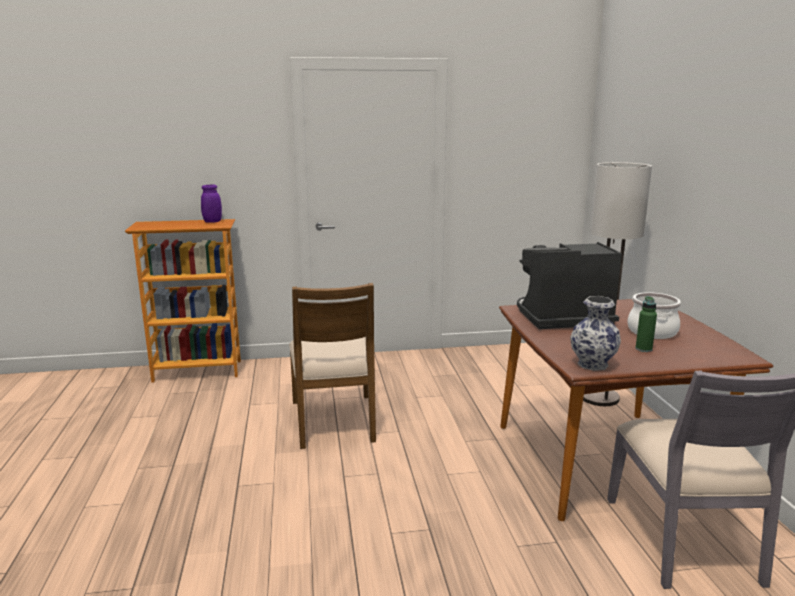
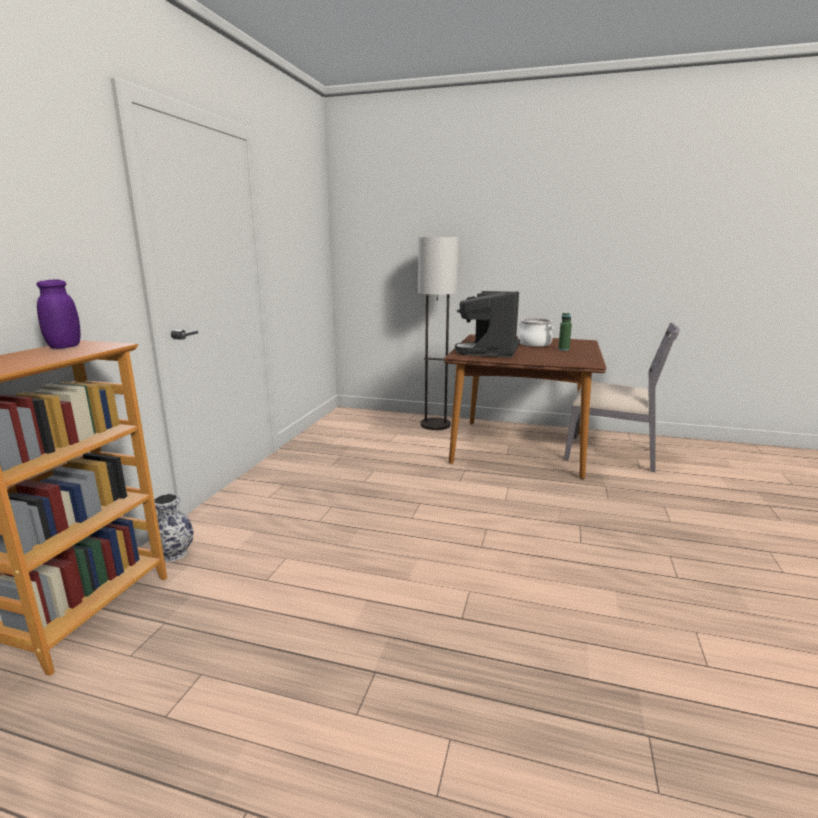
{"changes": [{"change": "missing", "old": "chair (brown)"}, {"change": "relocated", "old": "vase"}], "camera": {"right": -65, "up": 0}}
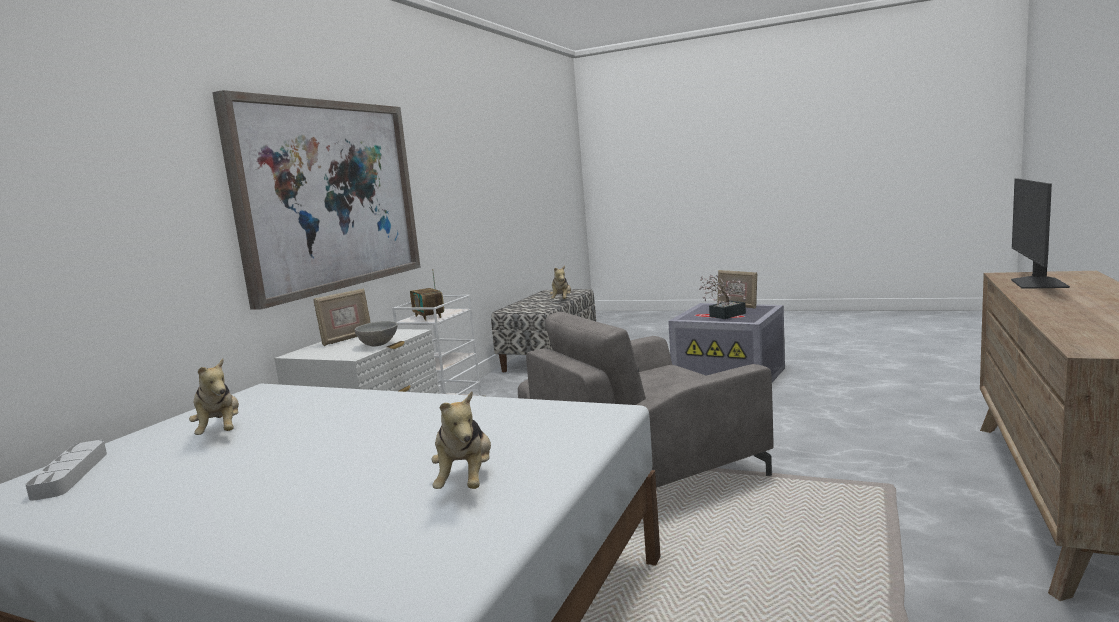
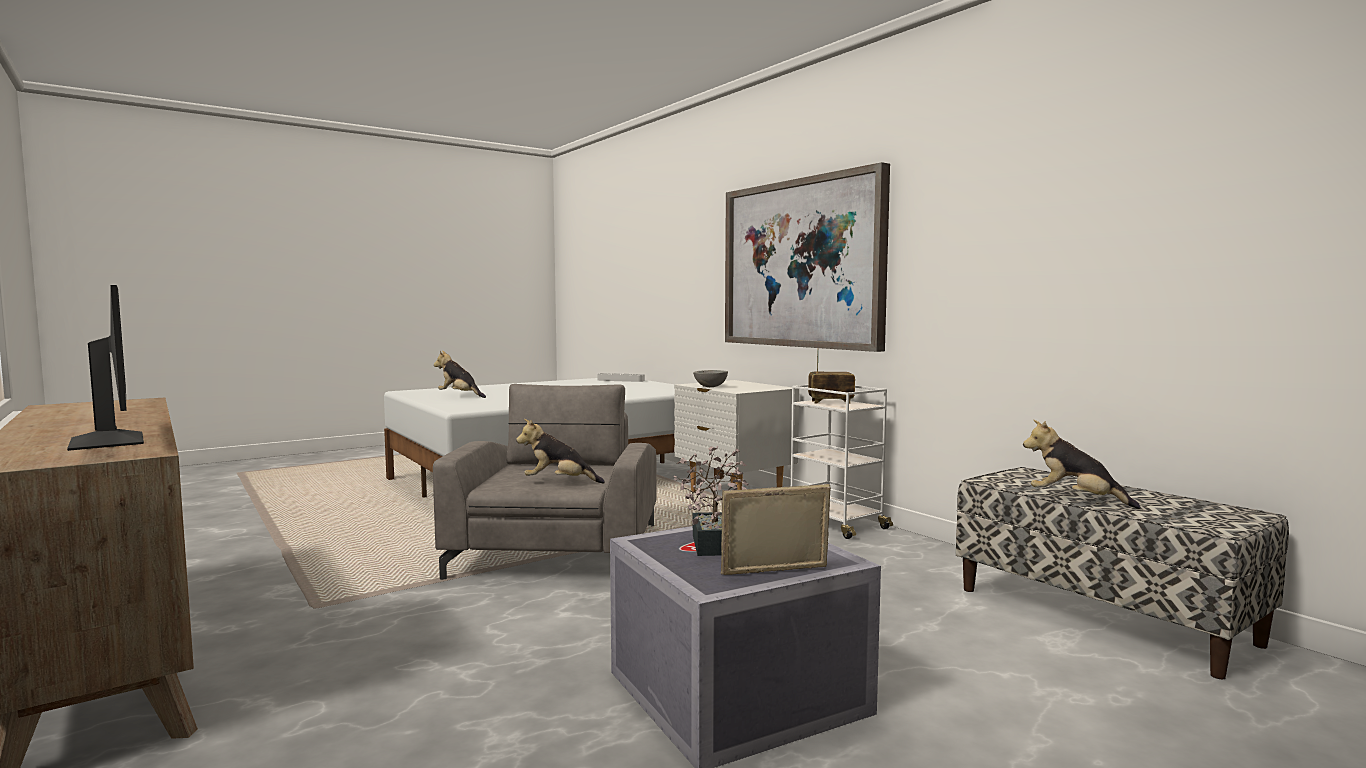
{"changes": [{"change": "missing", "old": "picture frame (no. 1 from left)"}, {"change": "relocated", "old": "plush toy (no. 1 from left in the first image)", "new": "plush toy (no. 2 from left)"}], "camera": {"right": 120, "up": -5}}
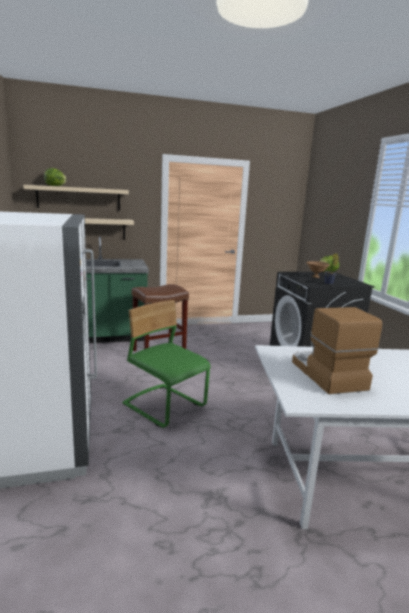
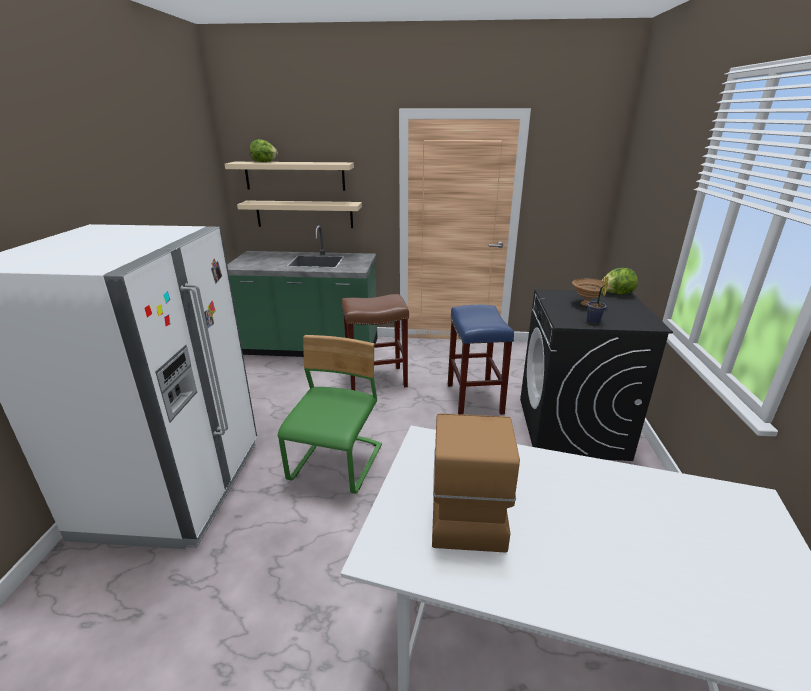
{"changes": [{"change": "spun", "old": "chair (green)", "degrees": 45}, {"change": "appeared", "new": "stool (blue)"}], "camera": {"right": 20, "up": 10}}
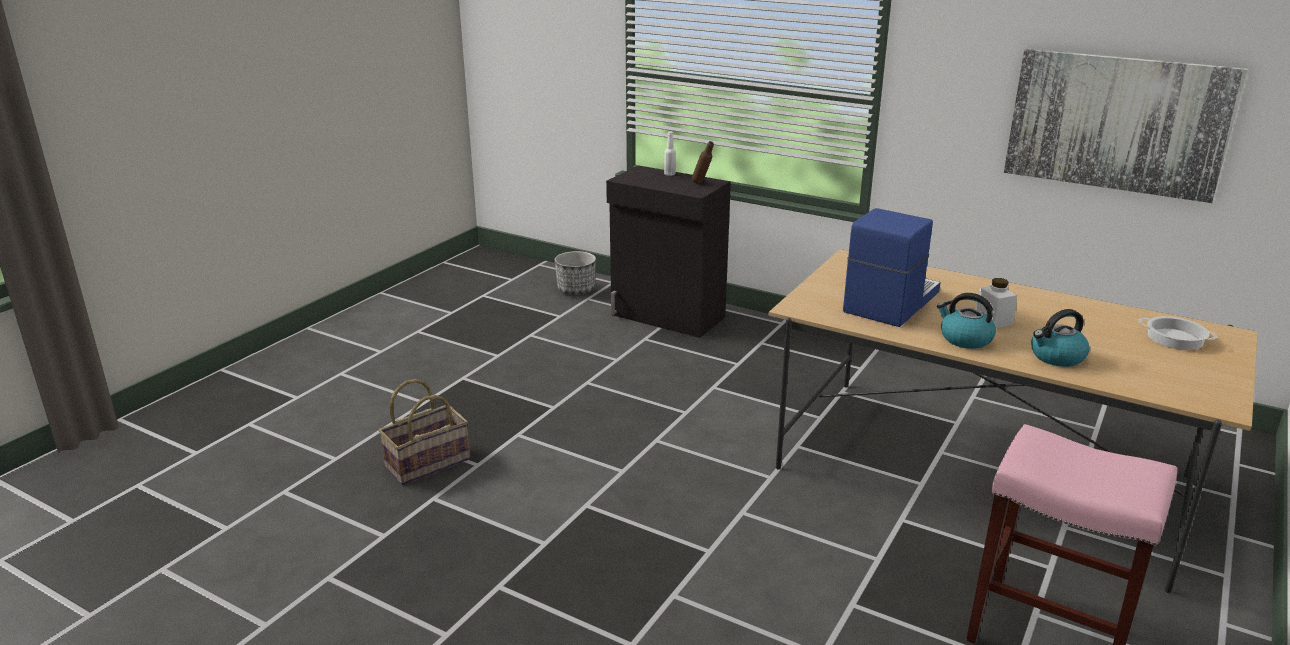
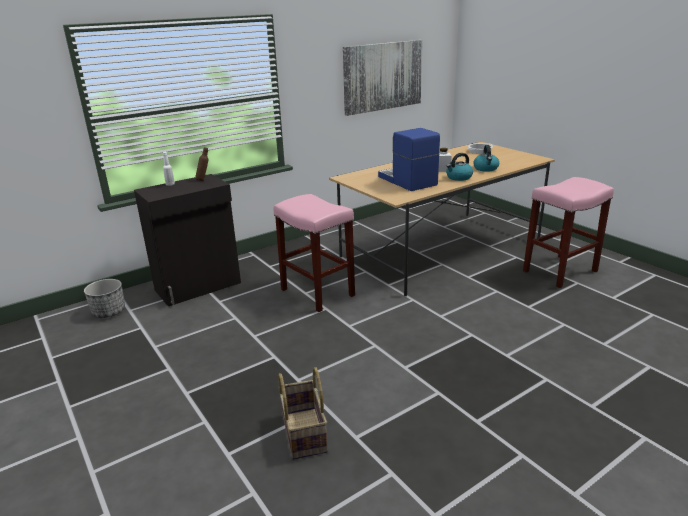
{"changes": [{"change": "appeared", "new": "stool (pink) (no. 1 from left)"}], "camera": {"right": -65, "up": 0}}
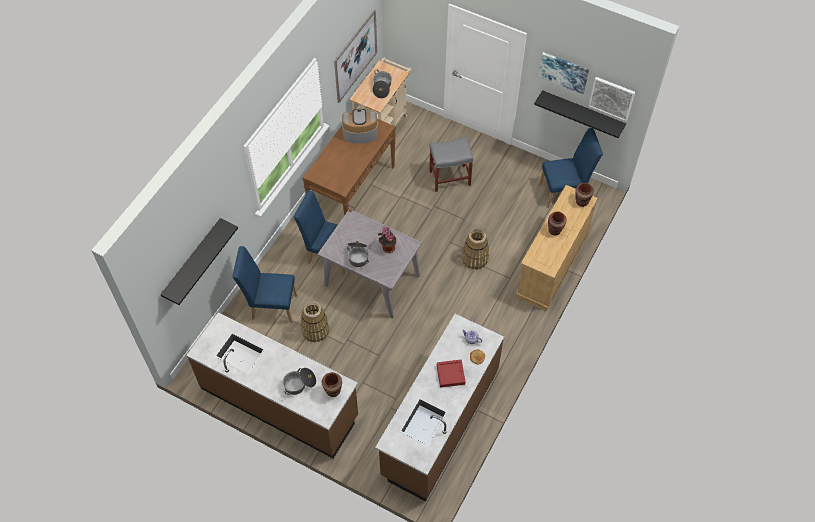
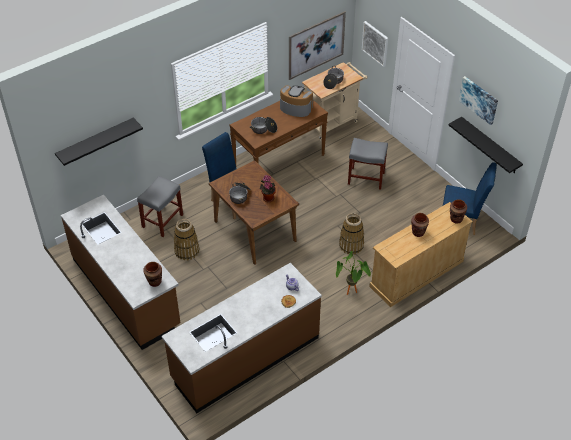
{"changes": [{"change": "relocated", "old": "picture (no. 3 from left in the first image)", "new": "picture (no. 2 from left)"}, {"change": "colour", "old": "dining table (grey)", "new": "dining table (brown)"}, {"change": "exchanged", "old": "chair (blue) (no. 1 from left)", "new": "stool (grey) (no. 1 from left)"}, {"change": "missing", "old": "tray (red)"}, {"change": "relocated", "old": "cooking pot (no. 1 from left in the first image)", "new": "cooking pot (no. 2 from left)"}, {"change": "appeared", "new": "potted plant (no. 2 from left)"}], "camera": {"right": 25, "up": -10}}
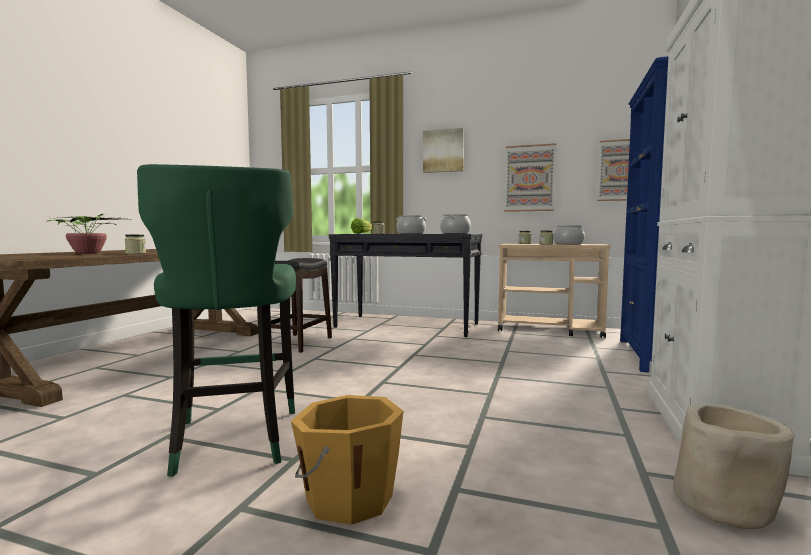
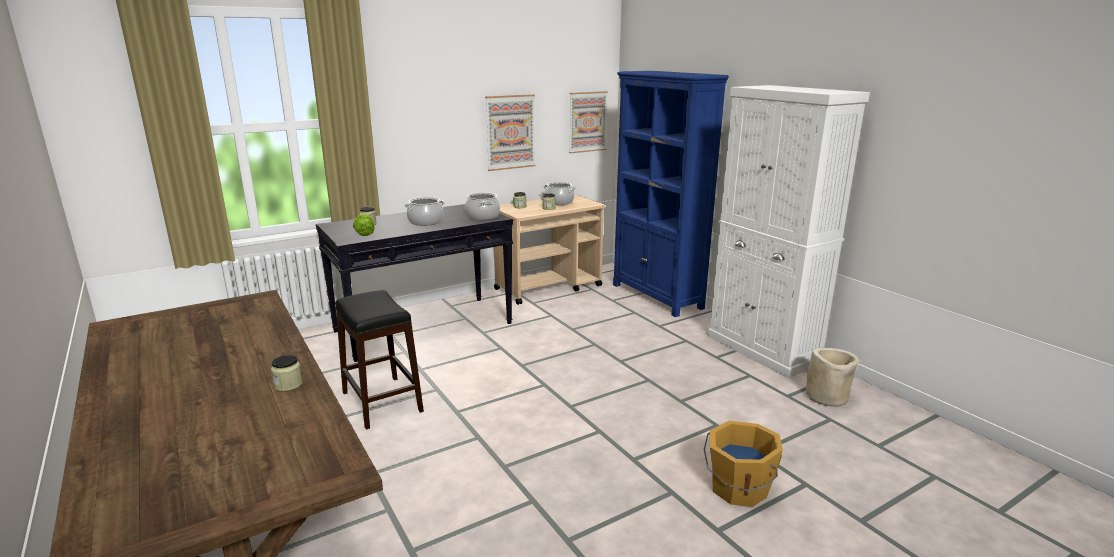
{"changes": [{"change": "missing", "old": "picture (no. 1 from left)"}, {"change": "missing", "old": "stool (green)"}, {"change": "missing", "old": "potted plant"}], "camera": {"right": -50, "up": 15}}
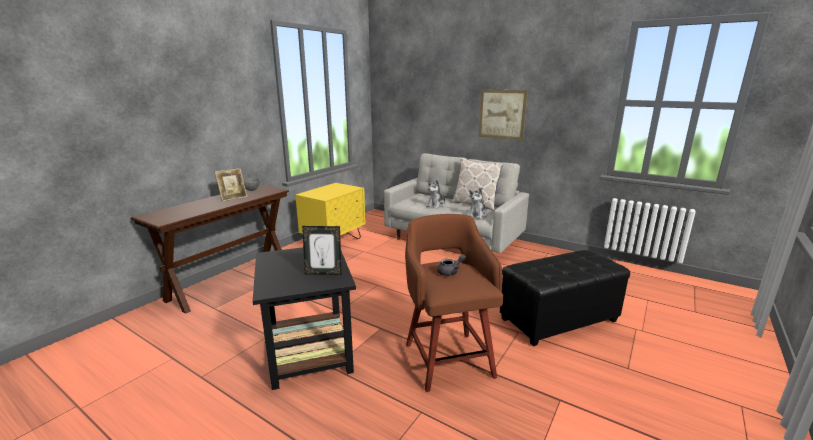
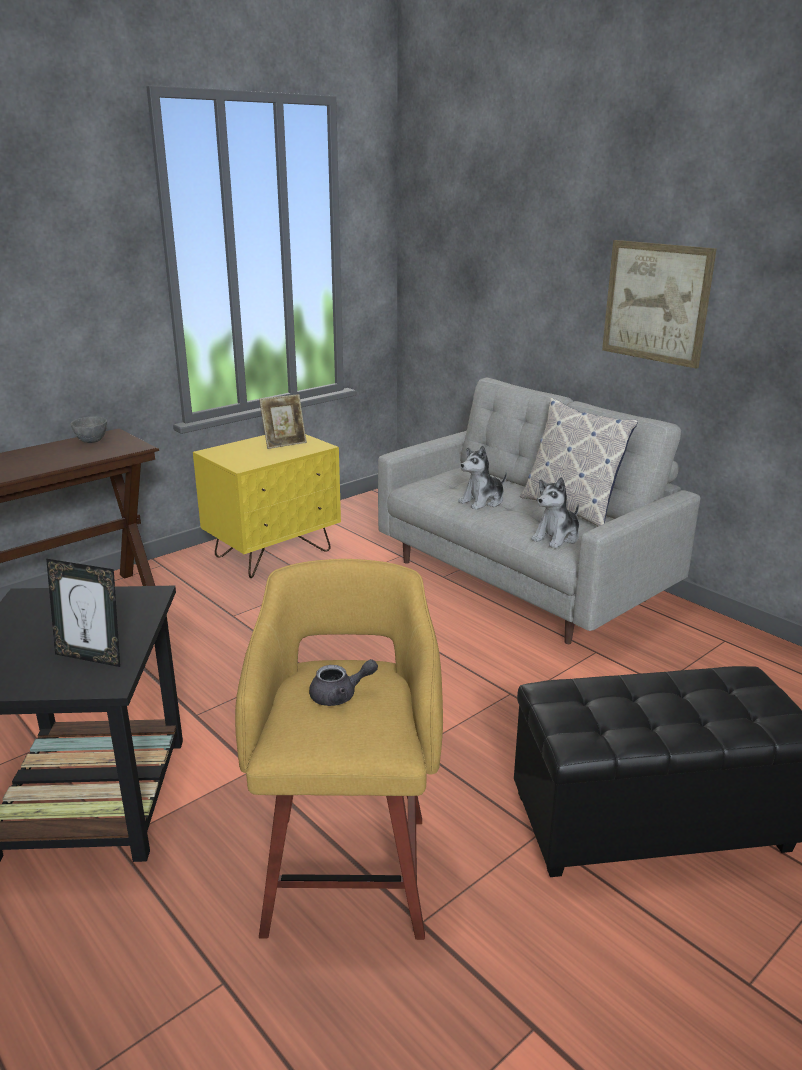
{"changes": [{"change": "relocated", "old": "picture frame (no. 1 from left in the first image)", "new": "picture frame (no. 2 from left)"}, {"change": "colour", "old": "stool (brown)", "new": "stool (yellow)"}], "camera": {"right": 15, "up": 5}}
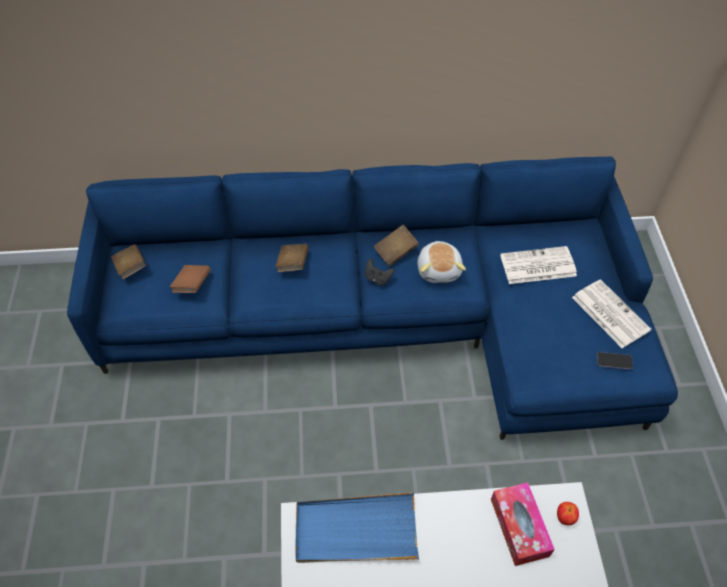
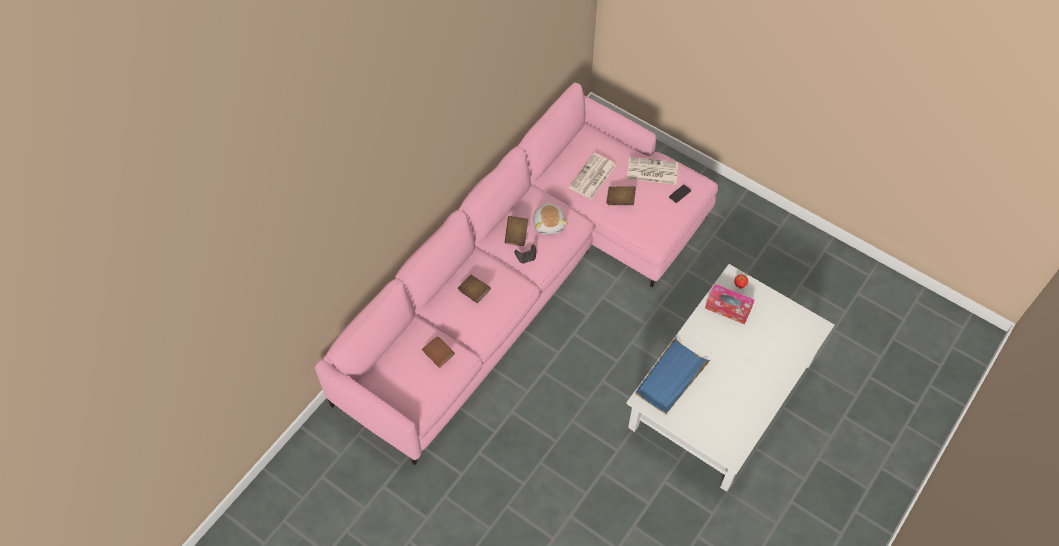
{"changes": [{"change": "colour", "old": "sofa (blue)", "new": "sofa (pink)"}, {"change": "spun", "old": "plush toy", "degrees": 45}, {"change": "relocated", "old": "book (brown) (no. 1 from left in the first image)", "new": "book (brown) (no. 4 from left)"}], "camera": {"right": -50, "up": 5}}
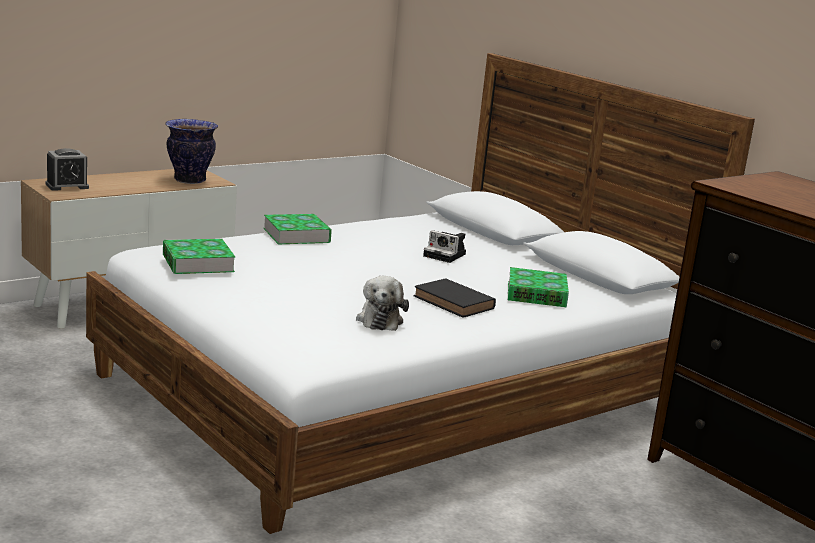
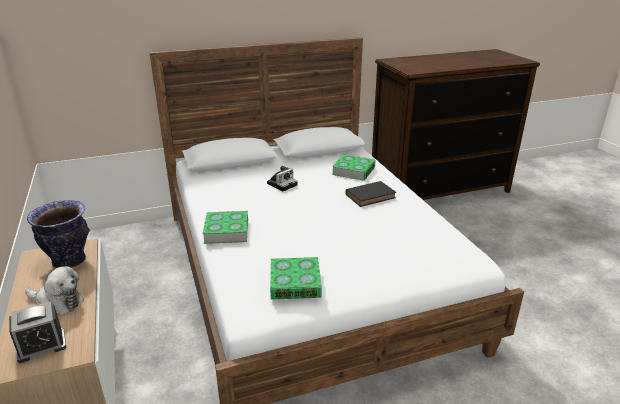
{"changes": [{"change": "spun", "old": "alarm clock", "degrees": 75}, {"change": "relocated", "old": "plush toy"}], "camera": {"right": -70, "up": 10}}
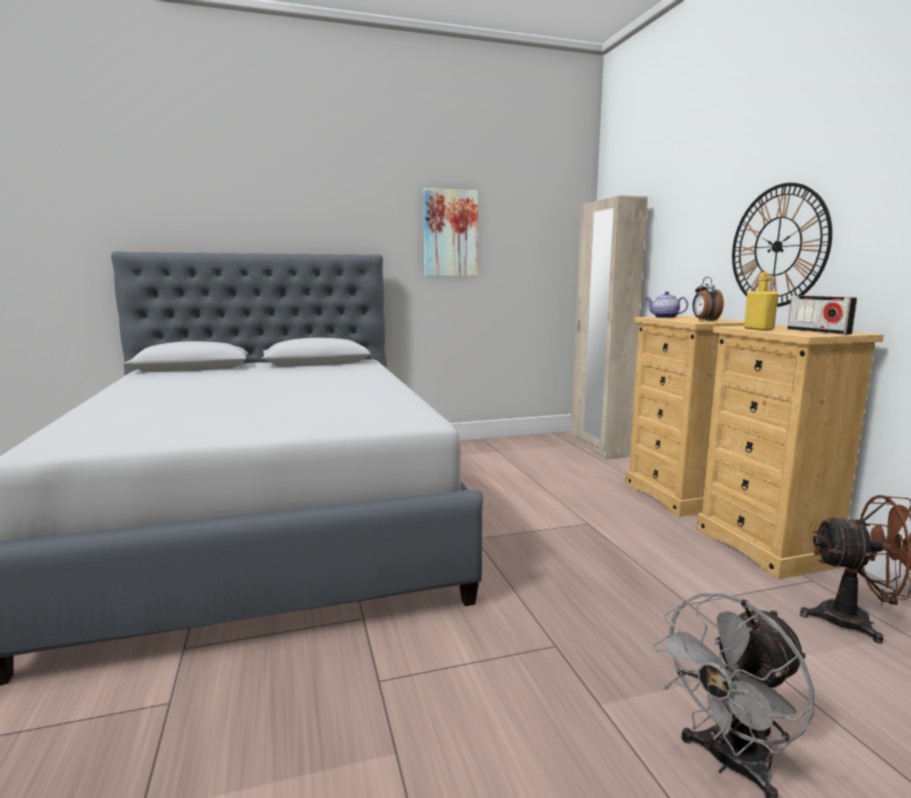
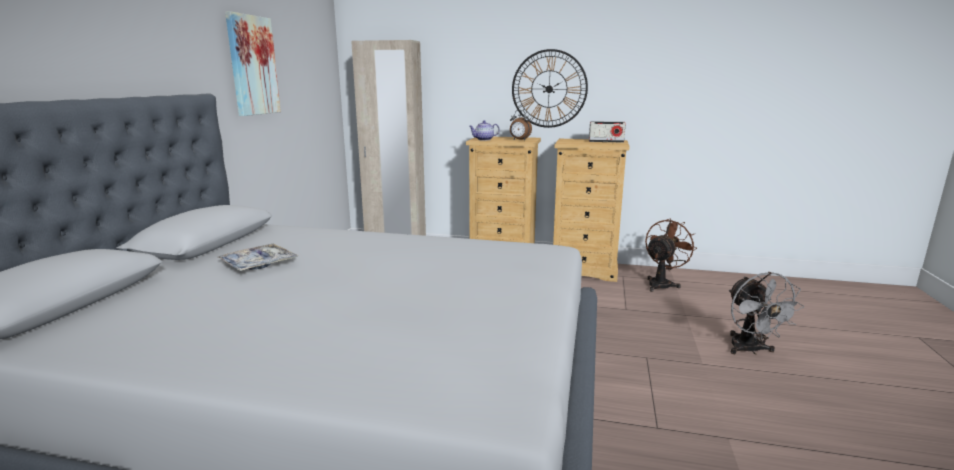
{"changes": [{"change": "missing", "old": "bottle (yellow)"}, {"change": "appeared", "new": "tray"}], "camera": {"right": -60, "up": 5}}
